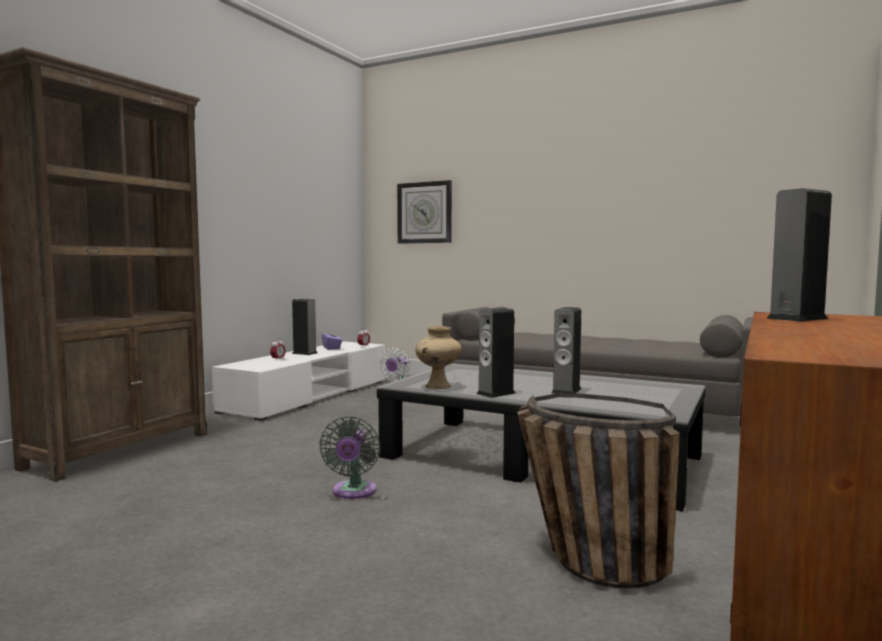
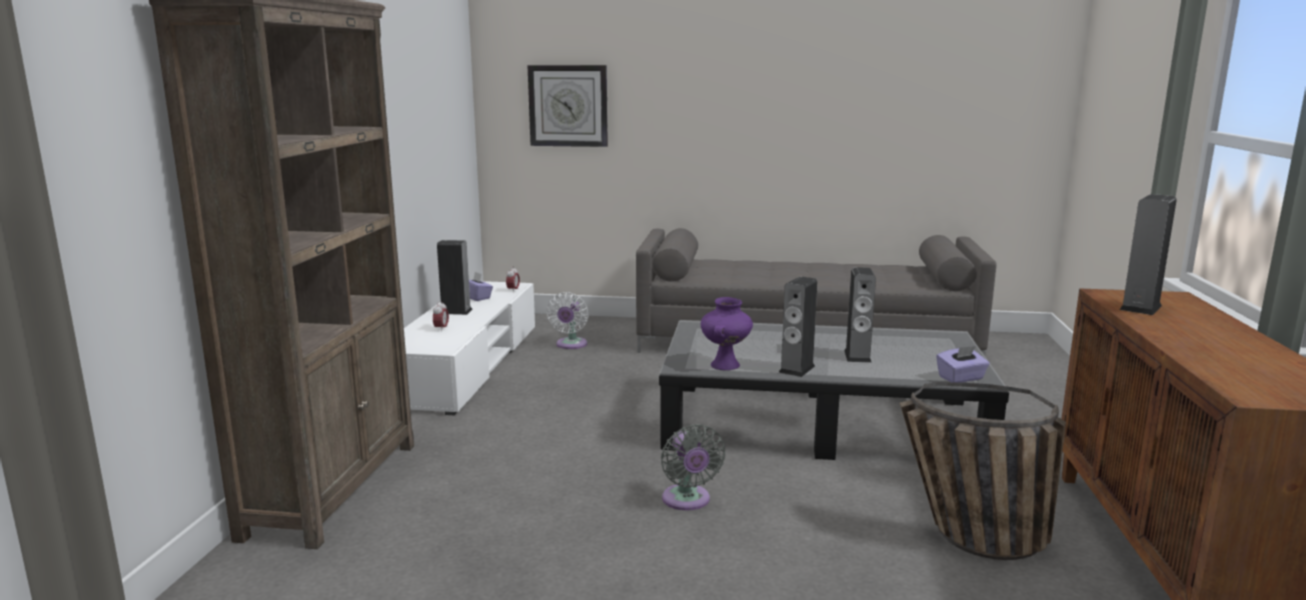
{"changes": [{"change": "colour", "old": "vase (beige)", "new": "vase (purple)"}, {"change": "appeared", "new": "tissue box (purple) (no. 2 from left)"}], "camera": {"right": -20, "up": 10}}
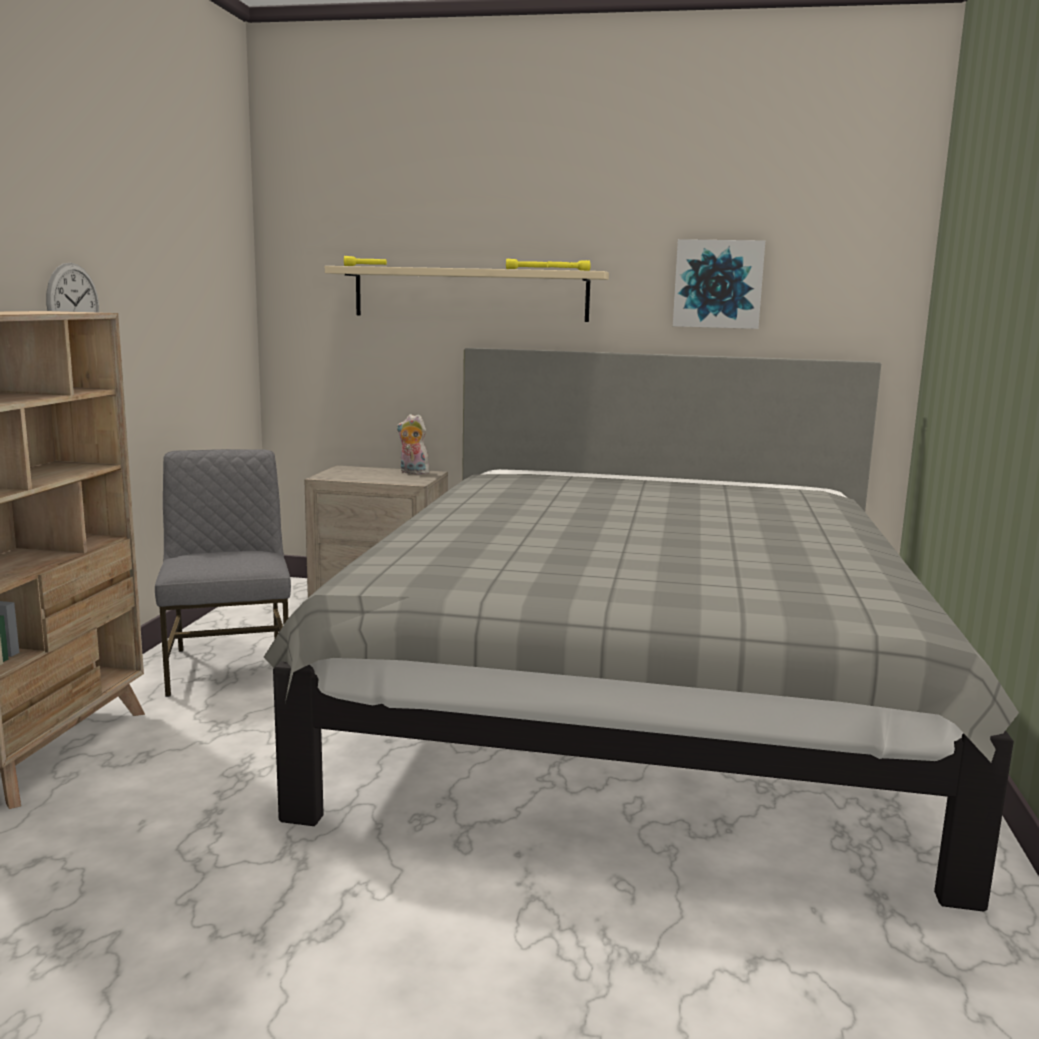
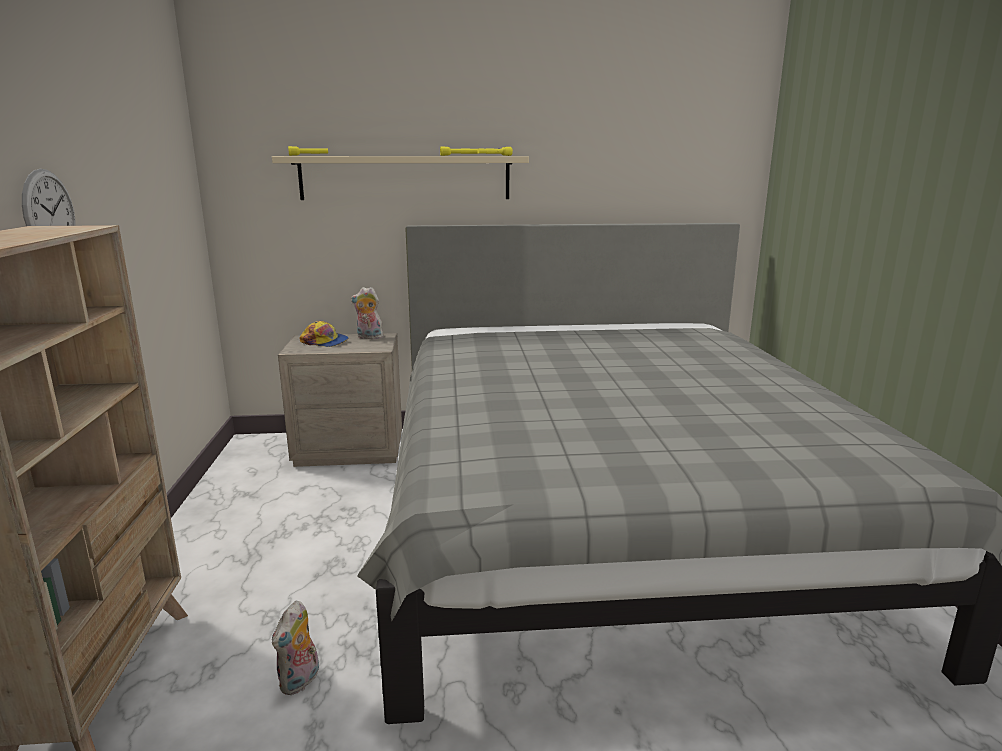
{"changes": [{"change": "missing", "old": "picture"}, {"change": "missing", "old": "chair (grey)"}, {"change": "appeared", "new": "cap"}, {"change": "appeared", "new": "plush toy (no. 1 from left)"}], "camera": {"right": -15, "up": 5}}
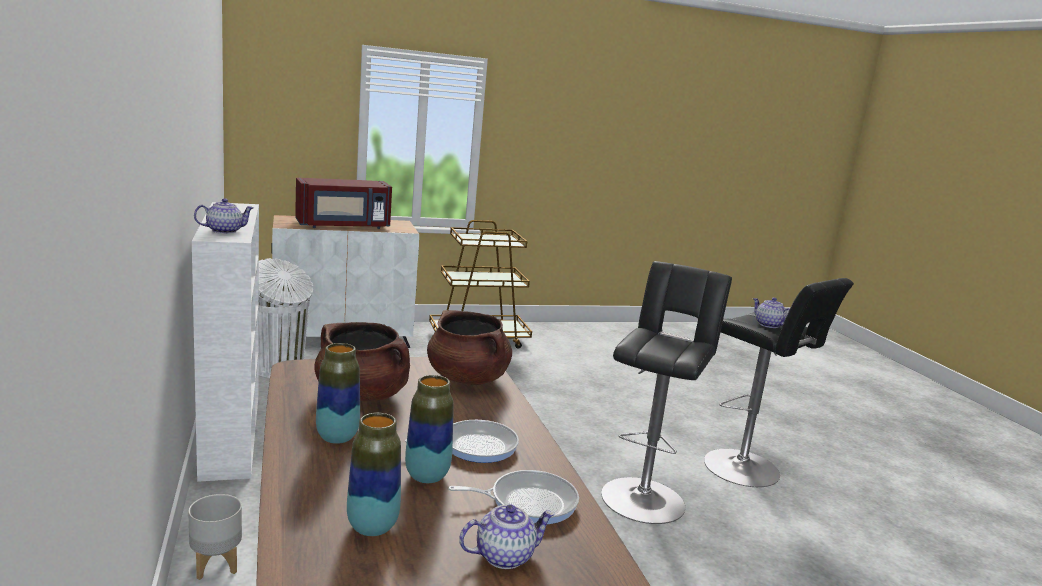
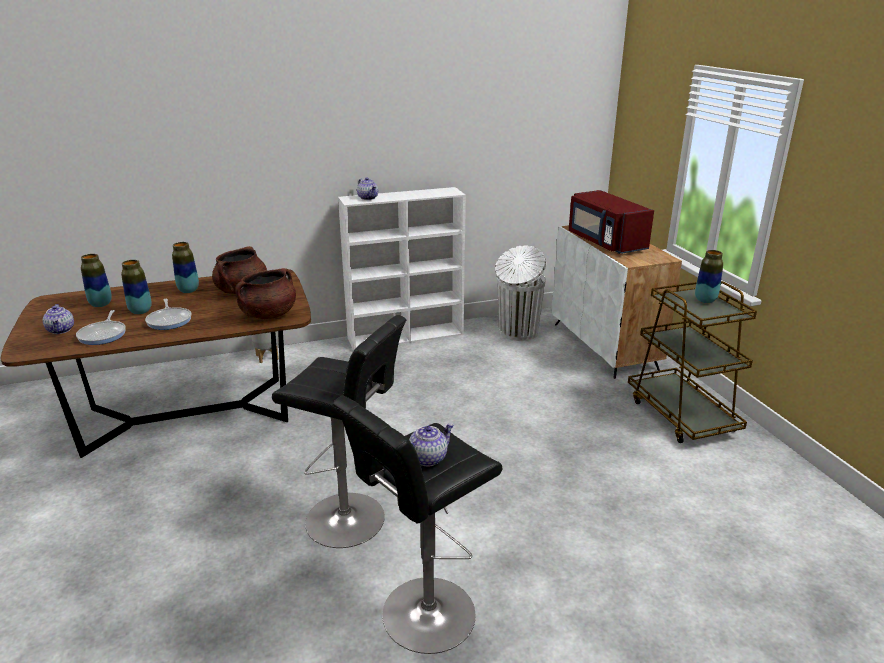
{"changes": [{"change": "appeared", "new": "vase (no. 4 from left)"}], "camera": {"right": 90, "up": 10}}
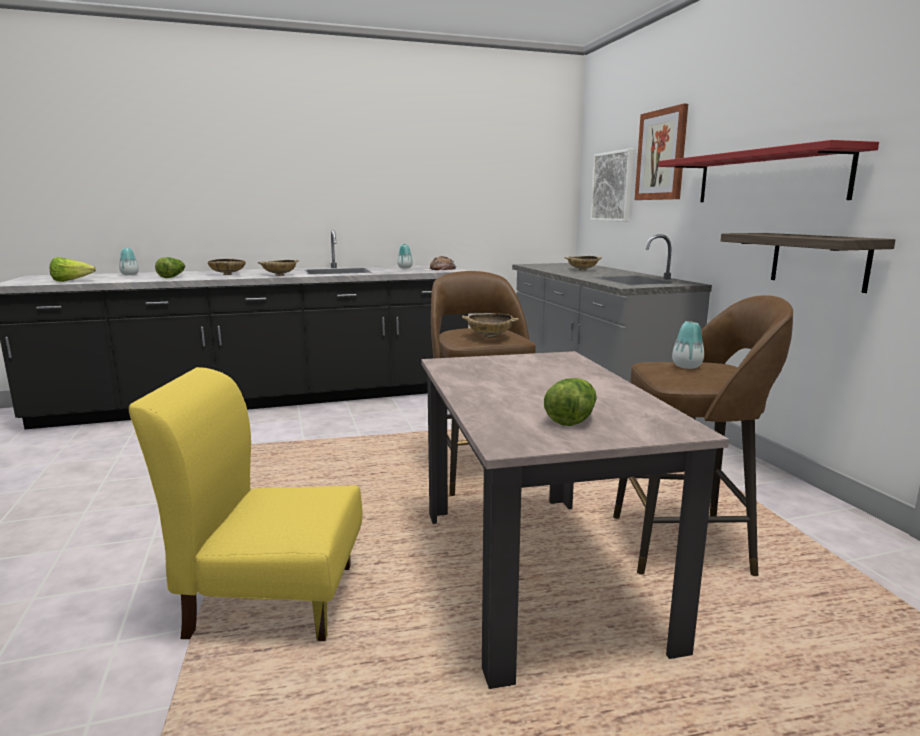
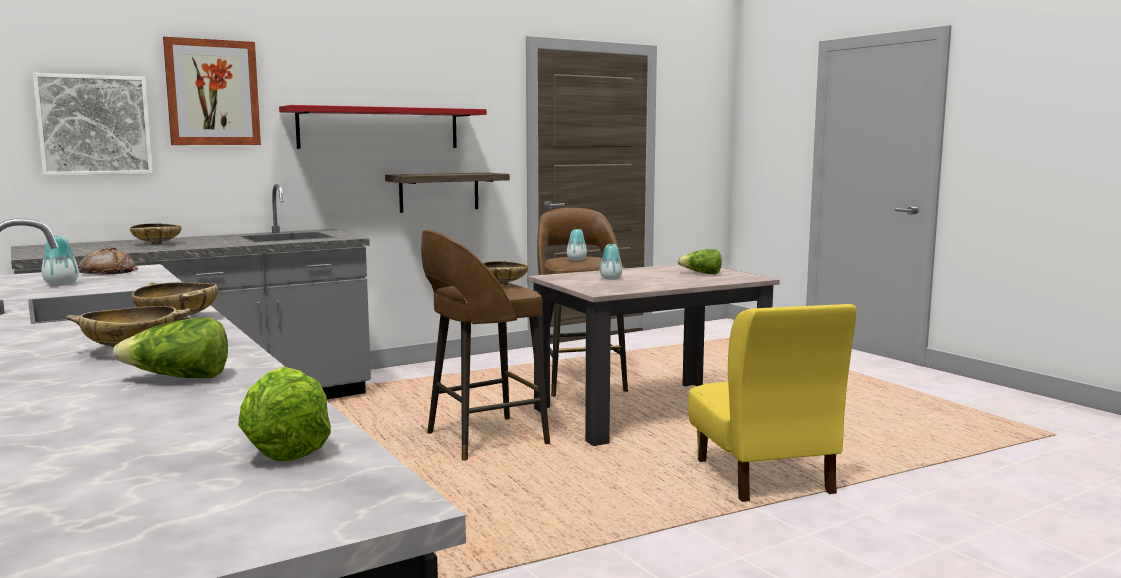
{"changes": [{"change": "relocated", "old": "vase (no. 1 from left in the first image)", "new": "vase (no. 3 from left)"}], "camera": {"right": -105, "up": -5}}
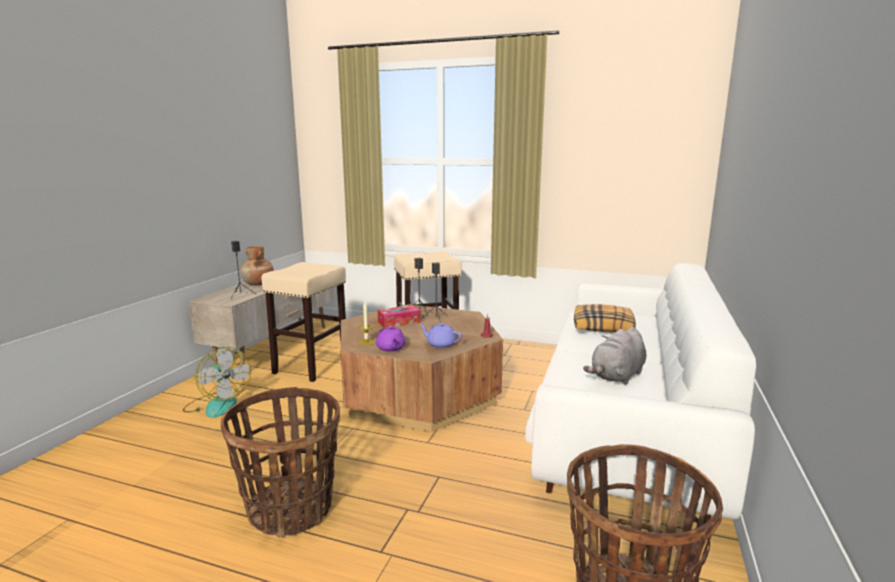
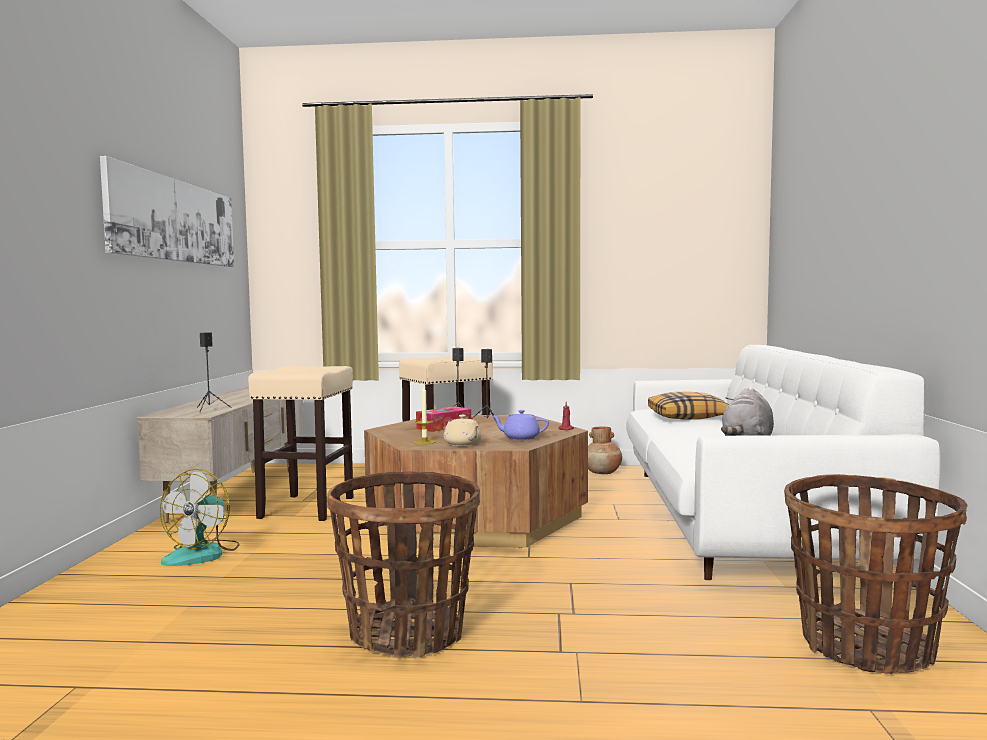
{"changes": [{"change": "relocated", "old": "vase (brown)"}, {"change": "colour", "old": "teapot (purple) (no. 1 from left)", "new": "teapot (beige)"}, {"change": "spun", "old": "fan", "degrees": 75}, {"change": "appeared", "new": "picture"}], "camera": {"right": -15, "up": -10}}
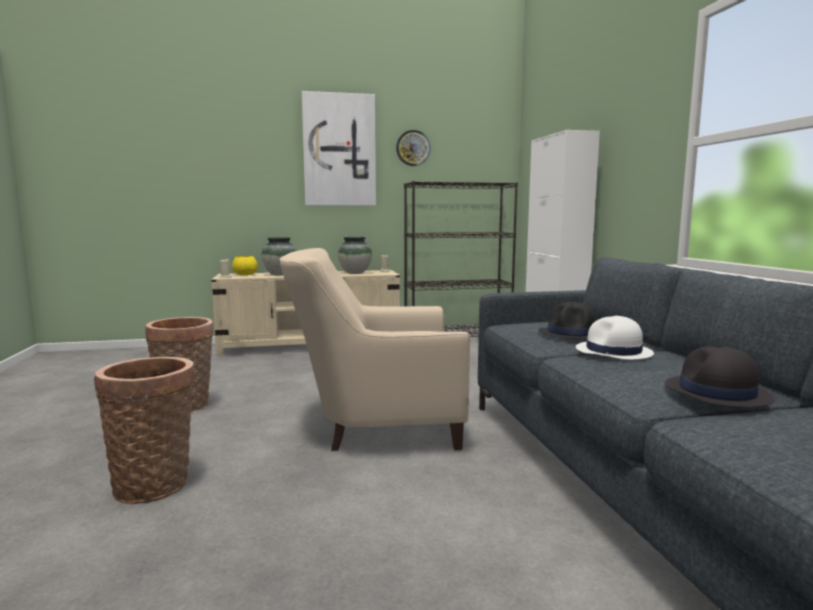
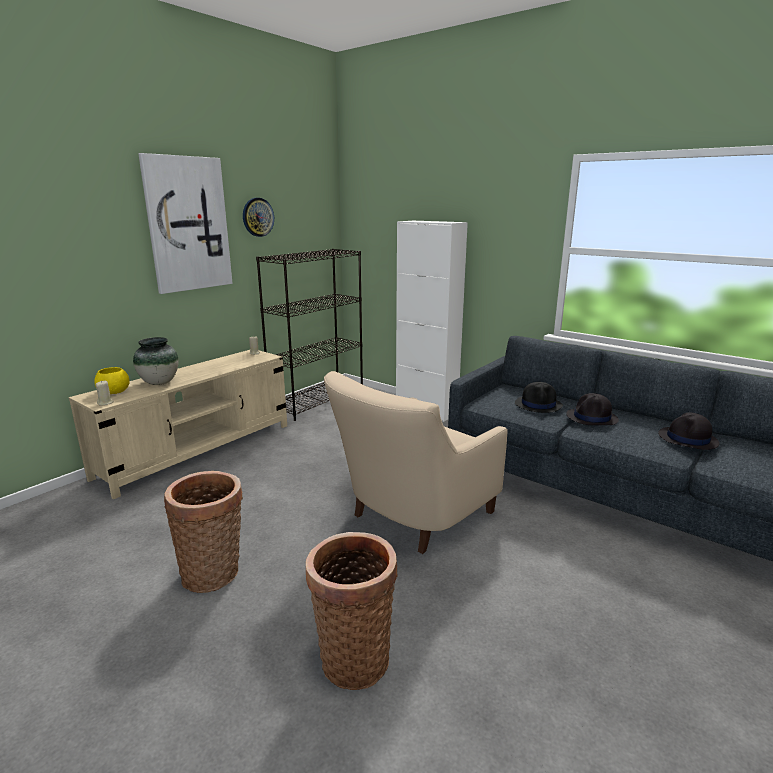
{"changes": [{"change": "missing", "old": "vase (no. 2 from left)"}, {"change": "colour", "old": "hat (white)", "new": "hat (black) (no. 2 from left)"}], "camera": {"right": -40, "up": 10}}
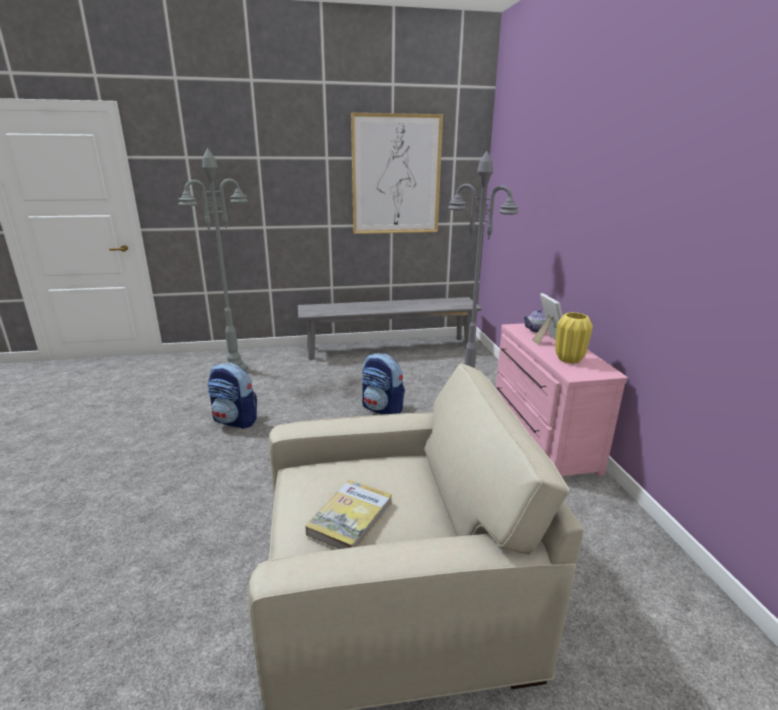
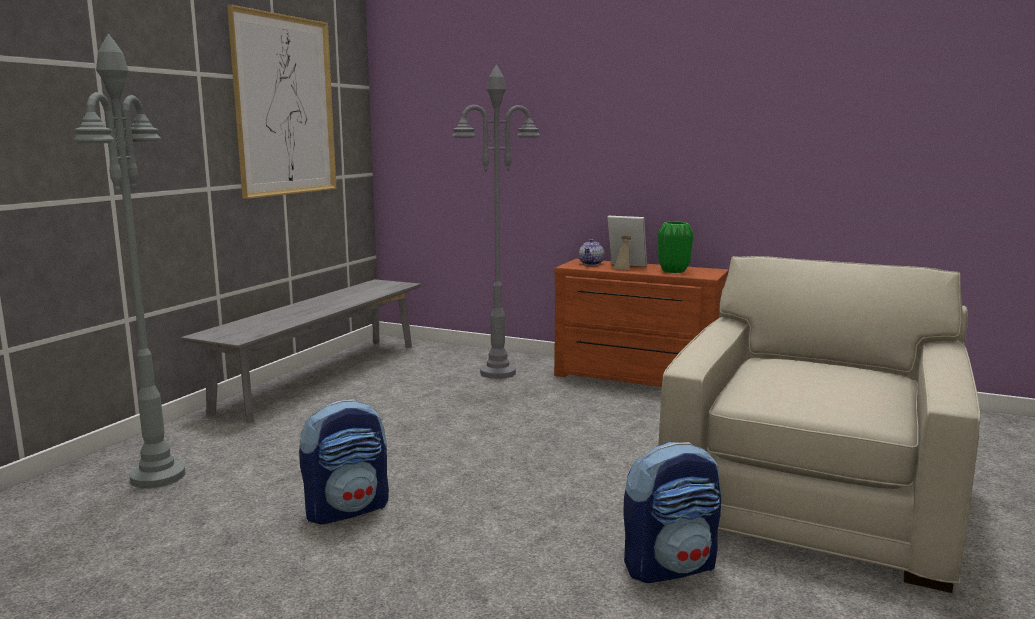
{"changes": [{"change": "colour", "old": "vase (yellow)", "new": "vase (green)"}, {"change": "colour", "old": "dresser (pink)", "new": "dresser (brown)"}, {"change": "relocated", "old": "backpack (no. 2 from left)"}, {"change": "missing", "old": "book"}], "camera": {"right": -55, "up": -10}}
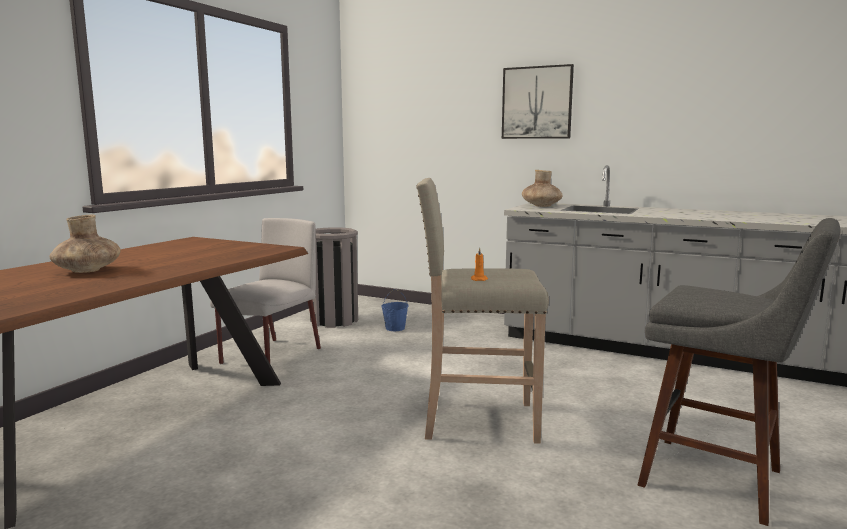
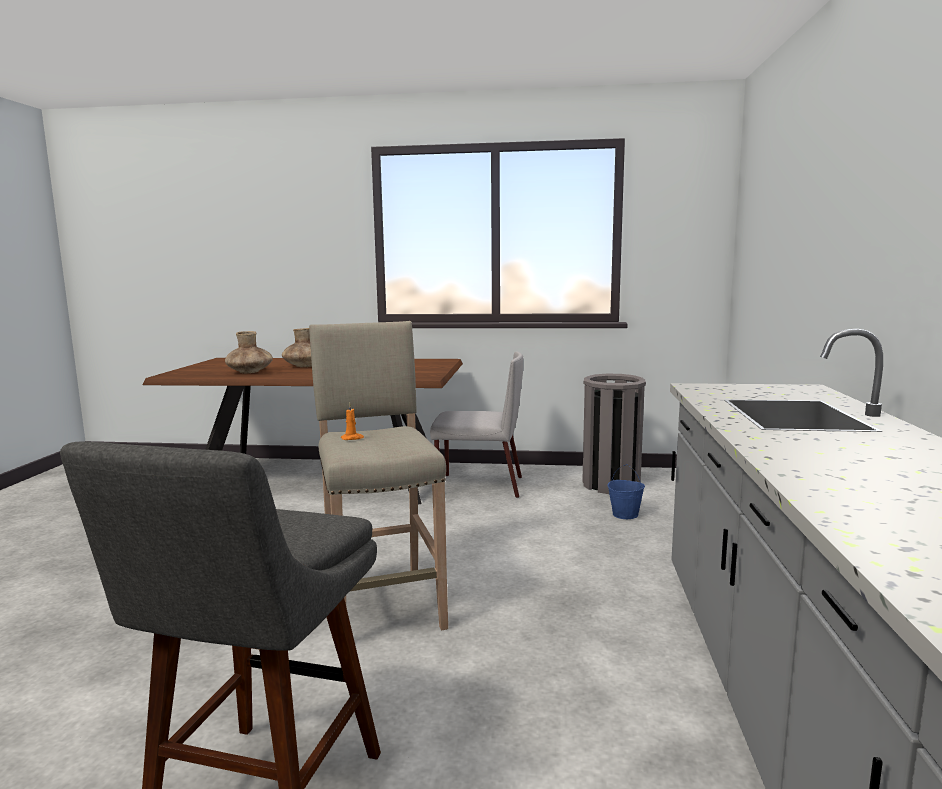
{"changes": [{"change": "missing", "old": "picture"}, {"change": "relocated", "old": "vase (brown) (no. 2 from left in the first image)", "new": "vase (brown) (no. 1 from left)"}], "camera": {"right": 70, "up": 0}}
